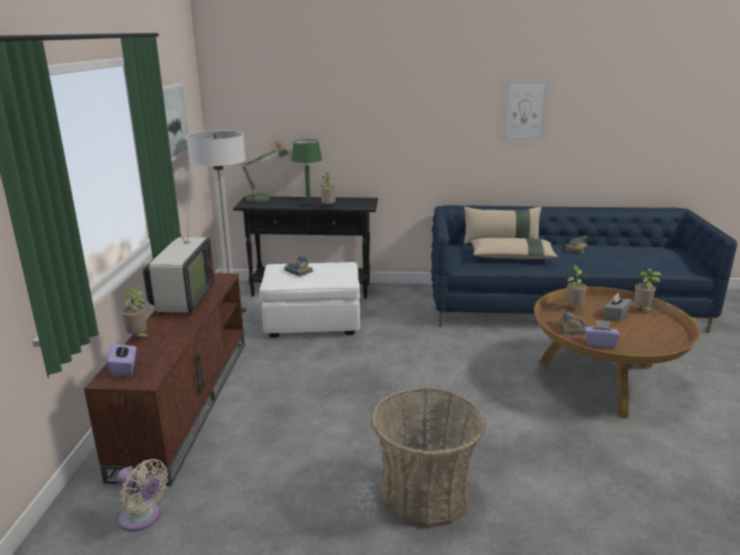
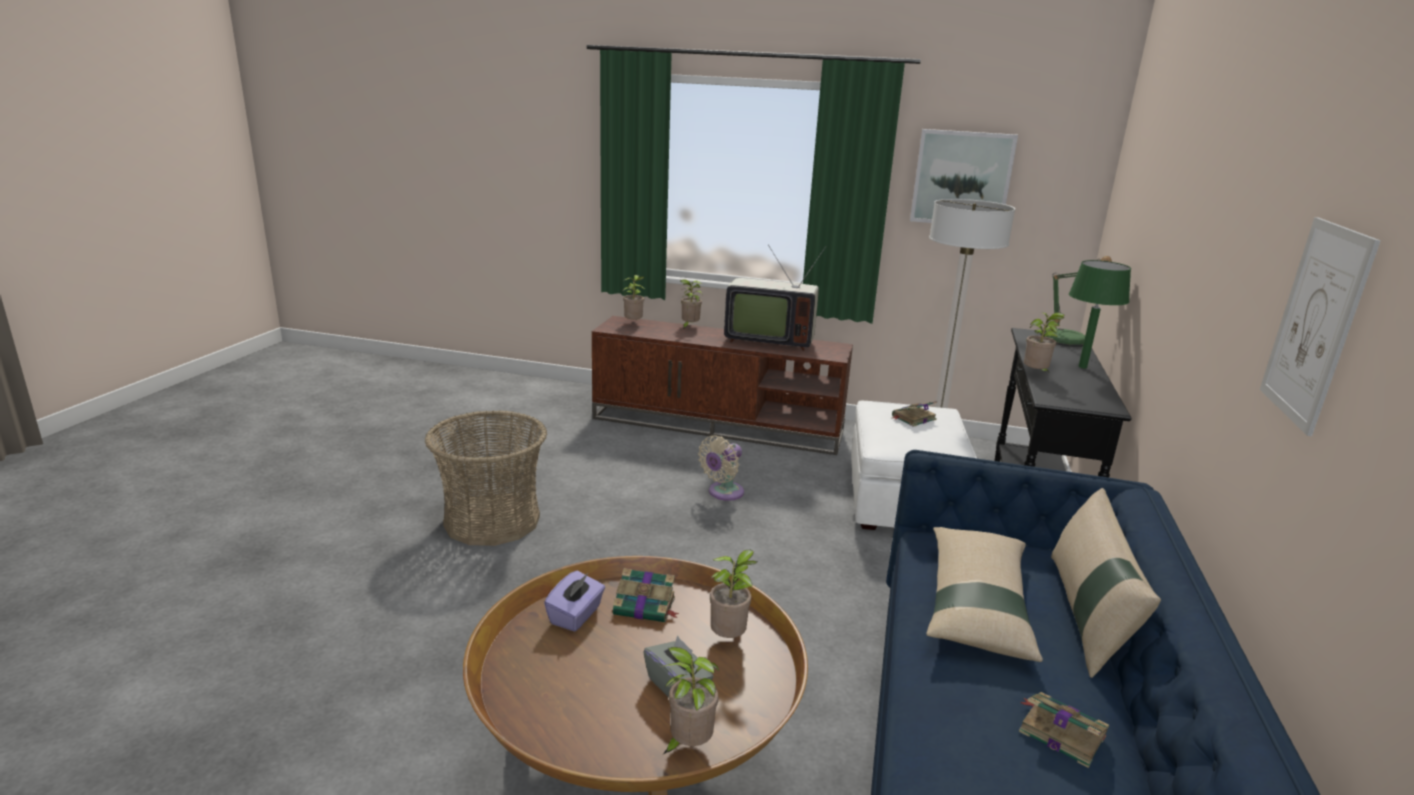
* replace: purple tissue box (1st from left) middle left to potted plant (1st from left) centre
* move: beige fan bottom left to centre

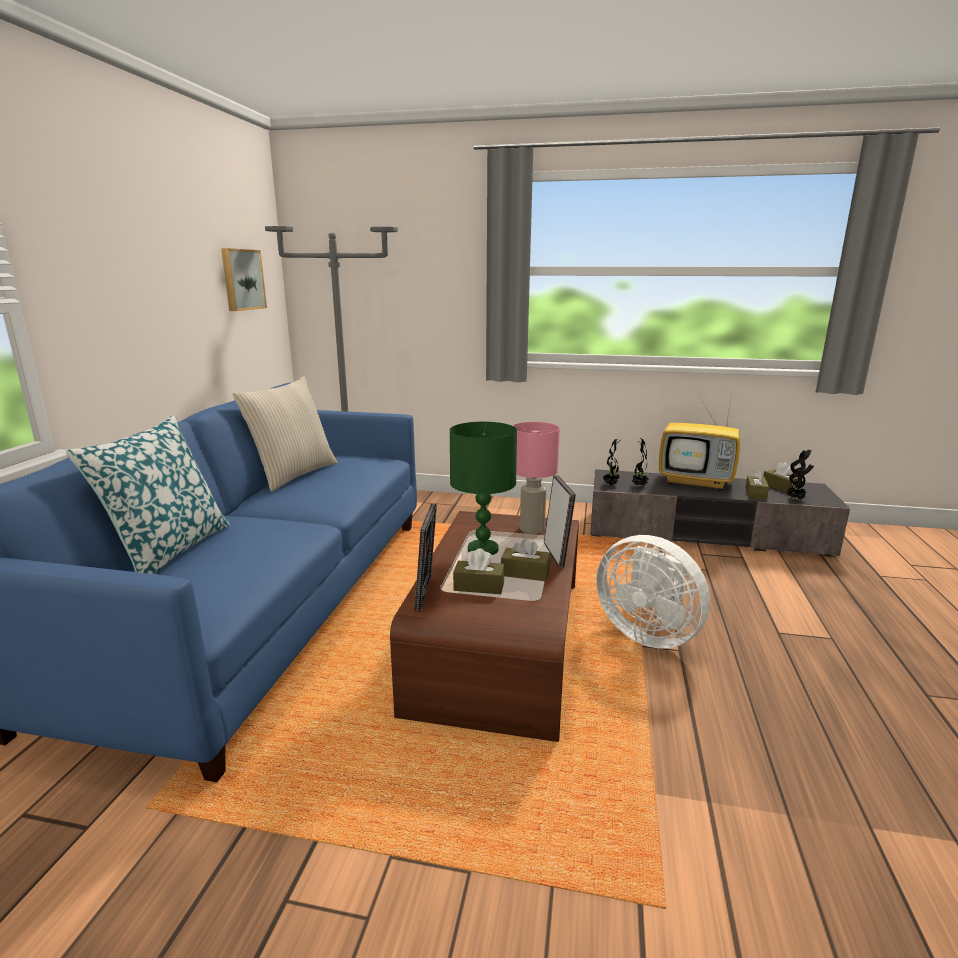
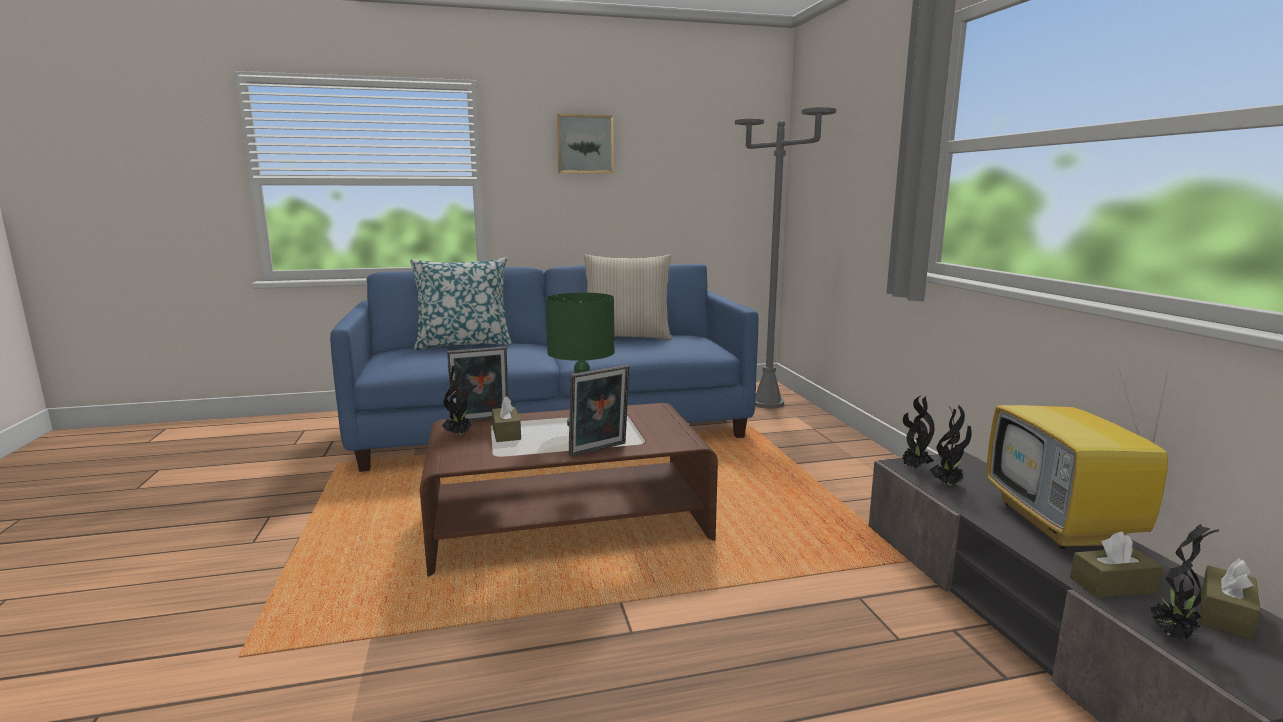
* move: picture top left to top centre
* delete: brown tissue box (2nd from left) centre
* delete: pink table lamp centre
* delete: white fan middle right
* insert: potted plant (1st from left) centre

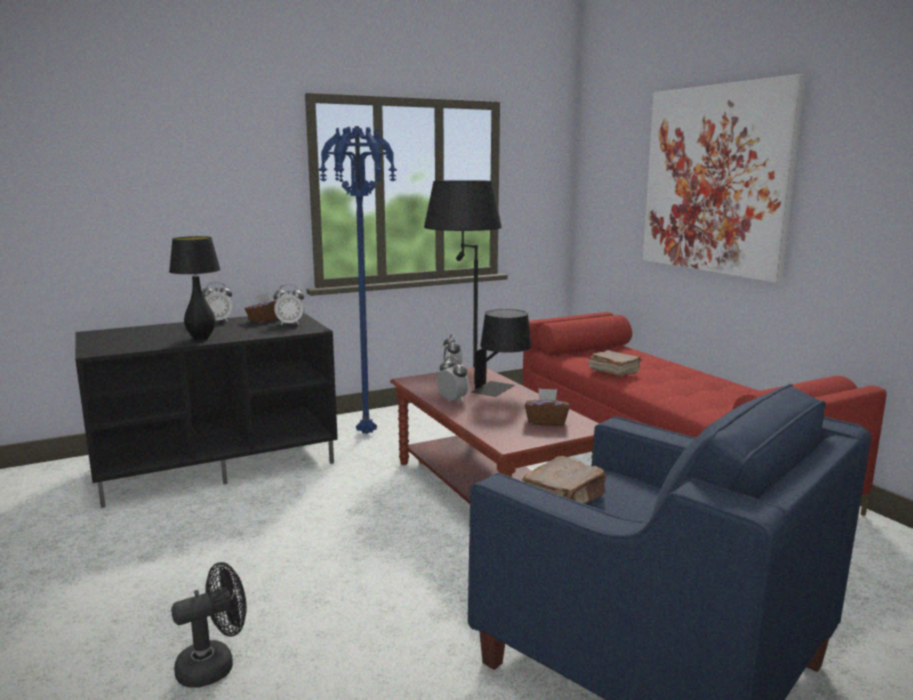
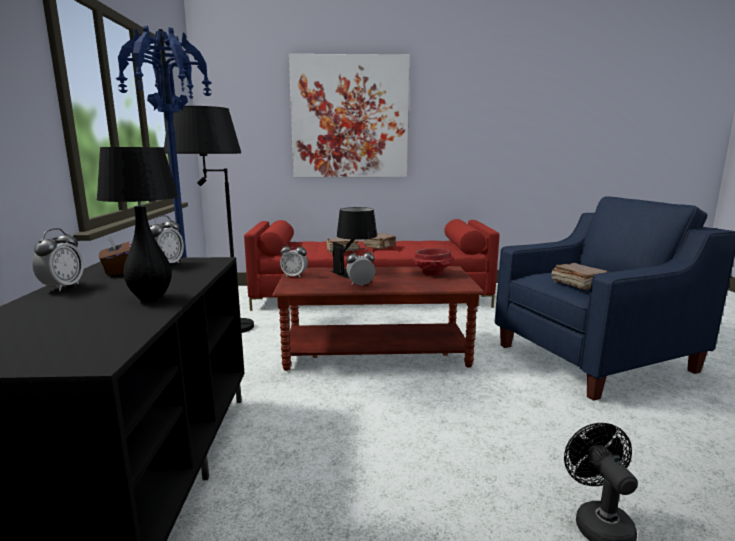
* replace: brown tissue box (2nd from left) centre to red bowl centre
* insert: brown book (2nd from left) centre

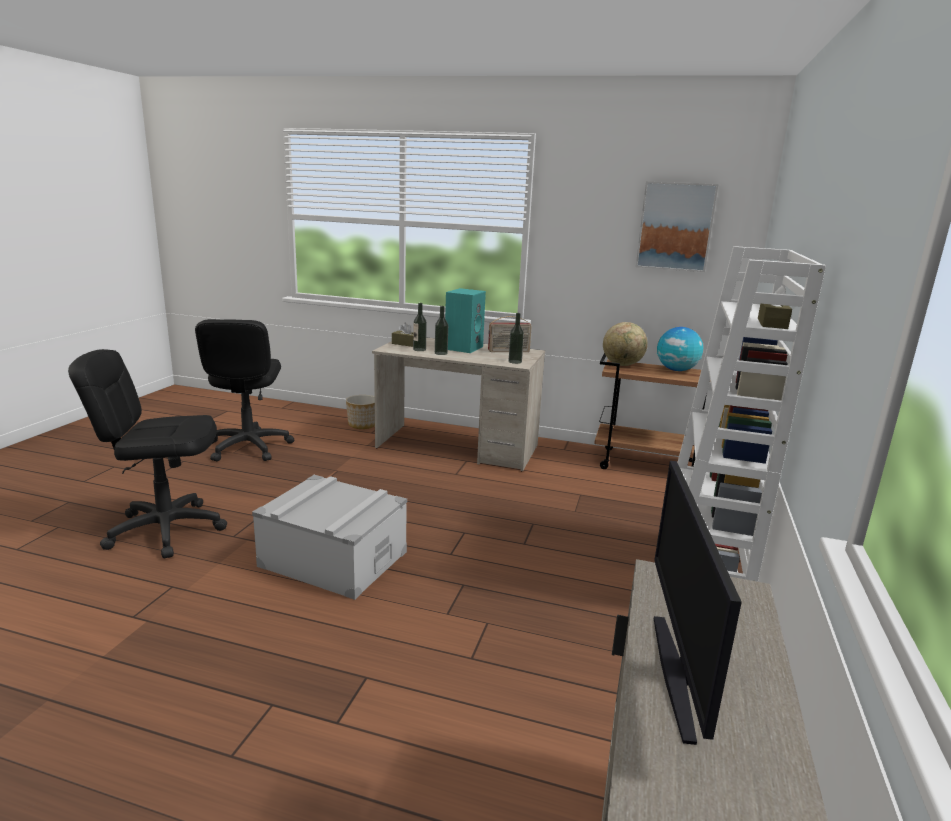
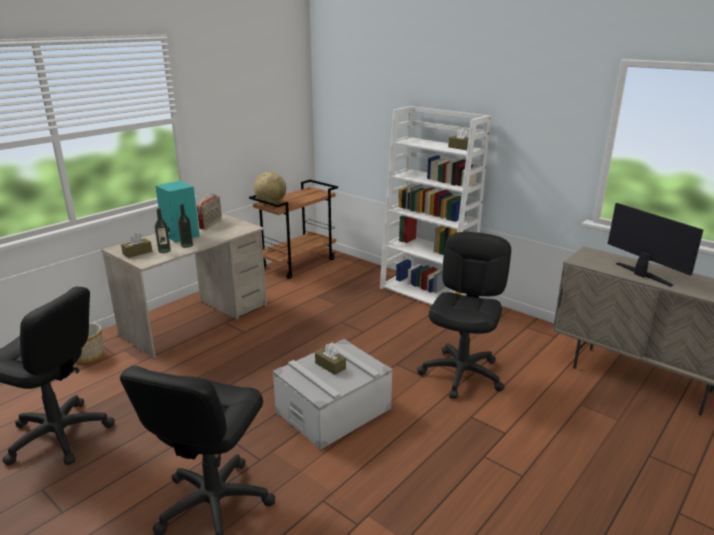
* delete: bottle (3rd from left) centre
* delete: picture top right
* rotate: monitor bottom right = middle right 150 degrees counterclockwise
* delete: globe (2nd from left) middle right
* insert: brown tissue box (2nd from left) bottom centre
* insert: black office chair (3rd from left) centre

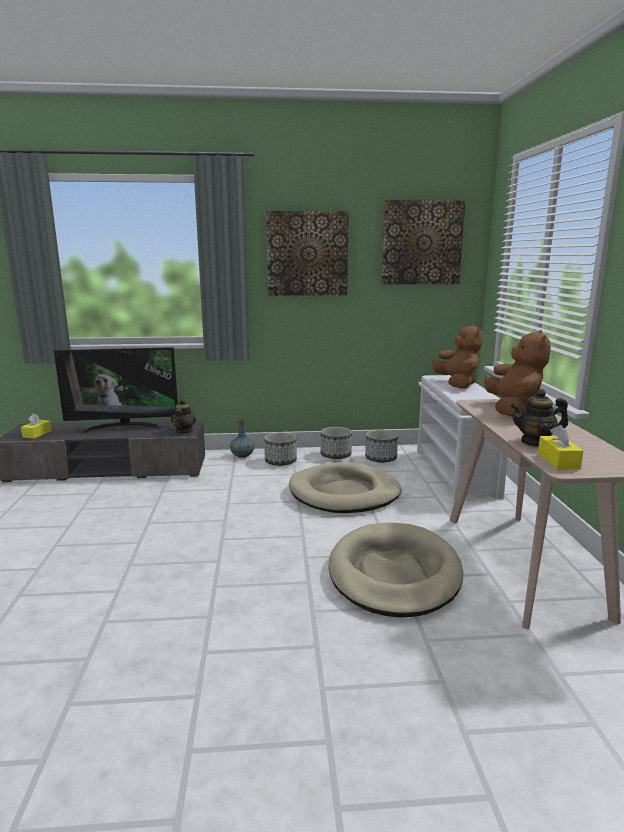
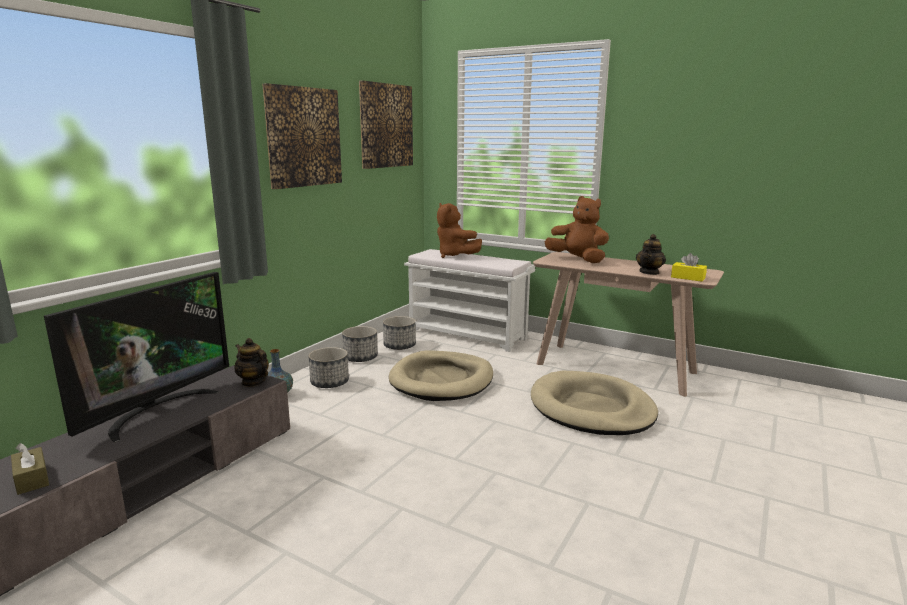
* recolor: yellow tissue box (1st from left) middle left to brown tissue box bottom left
* rotate: brown plush toy (1st from left) middle right = centre 150 degrees counterclockwise

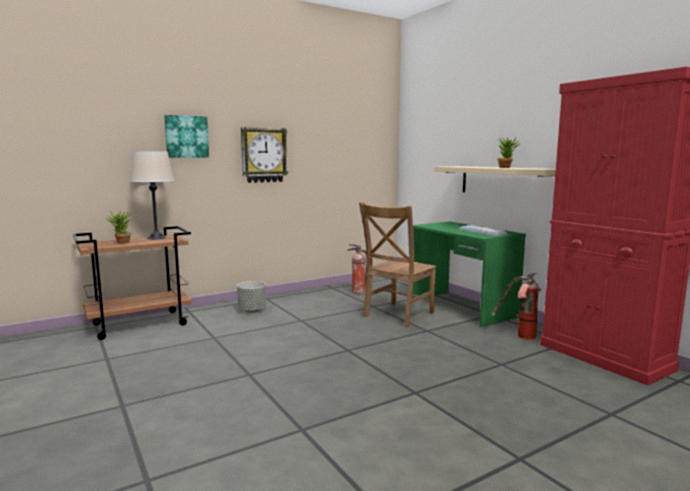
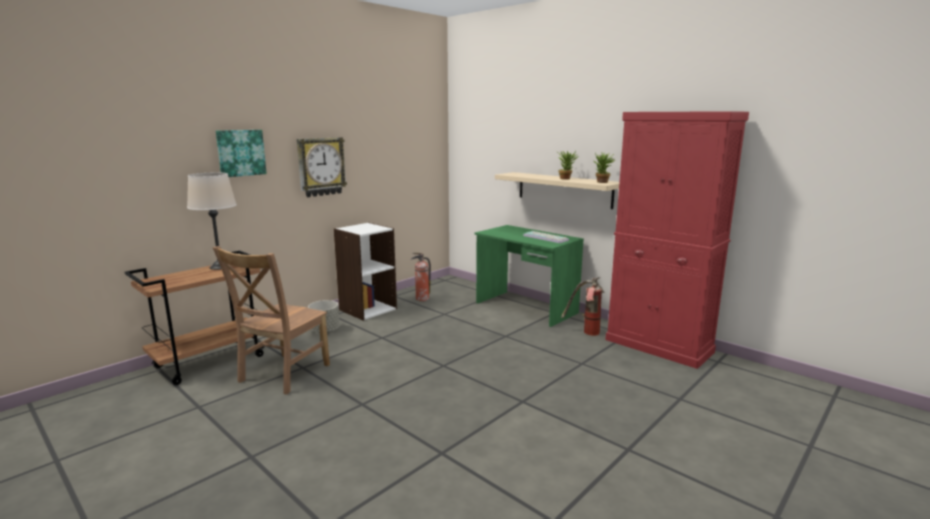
* move: potted plant (1st from left in the first image) middle left to potted plant (2nd from left) top centre
* move: brown chair centre to middle left
* insert: white bookcase centre

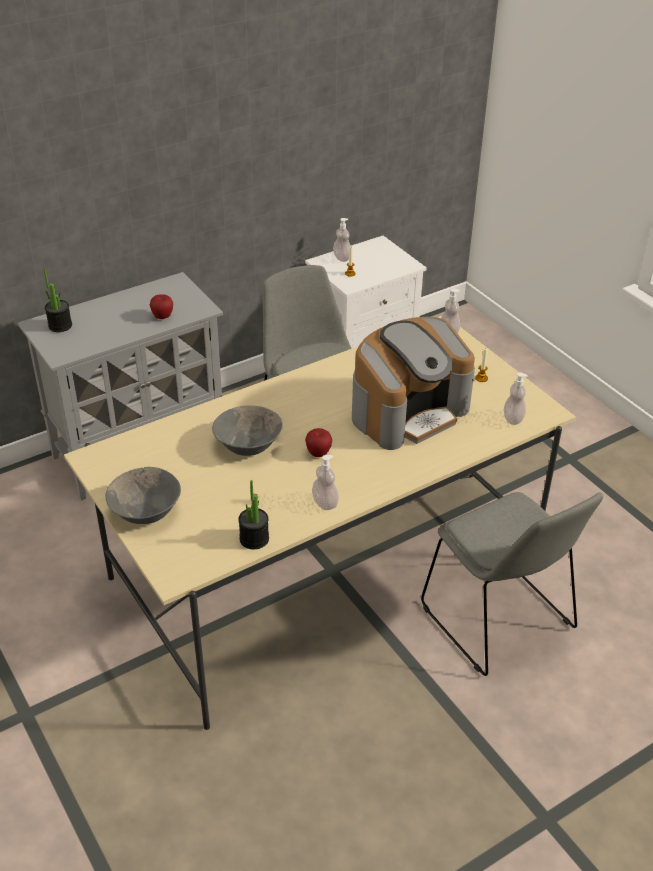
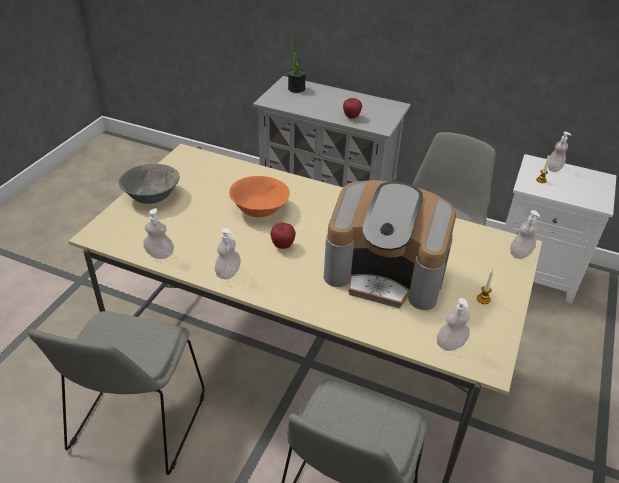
* recolor: grey bowl (2nd from left) centre to orange bowl centre
* replace: potted plant (2nd from left) centre to soap dispenser (1st from left) middle left
* insert: grey chair (1st from left) bottom left

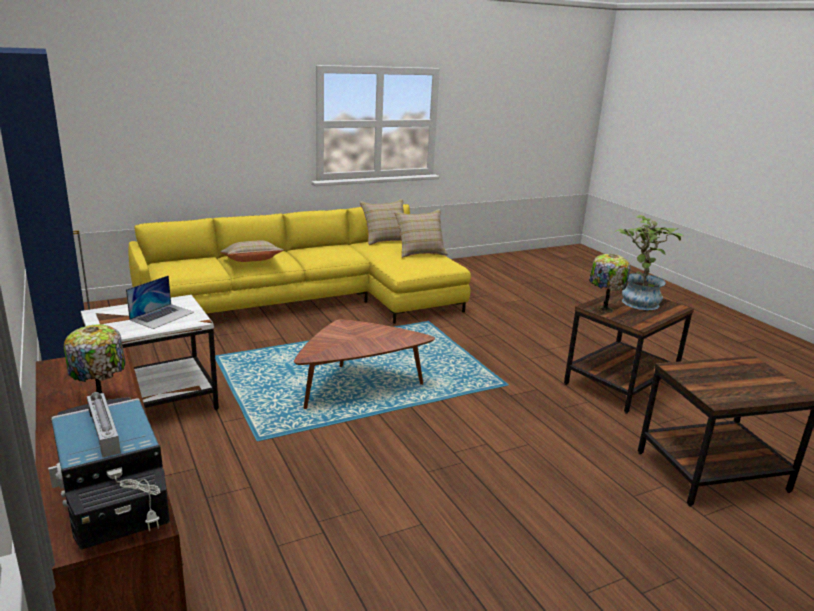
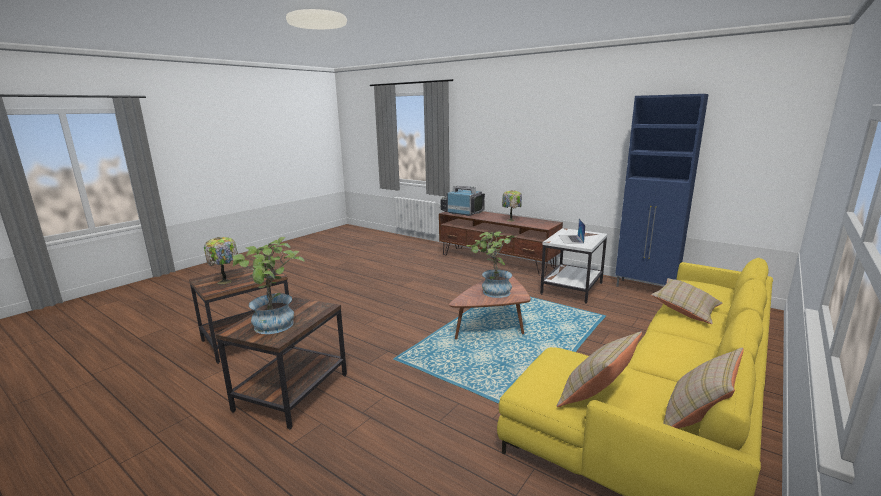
* move: table lamp (2nd from left in the first image) middle right to table lamp (1st from left) middle left
* insert: potted plant (2nd from left) centre

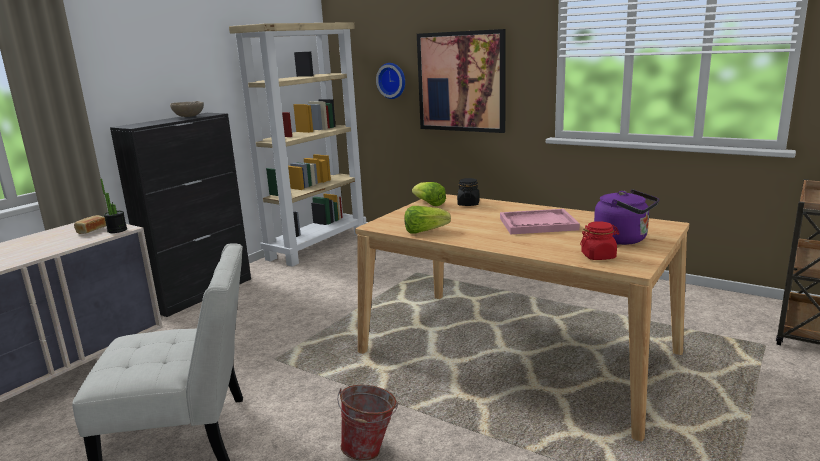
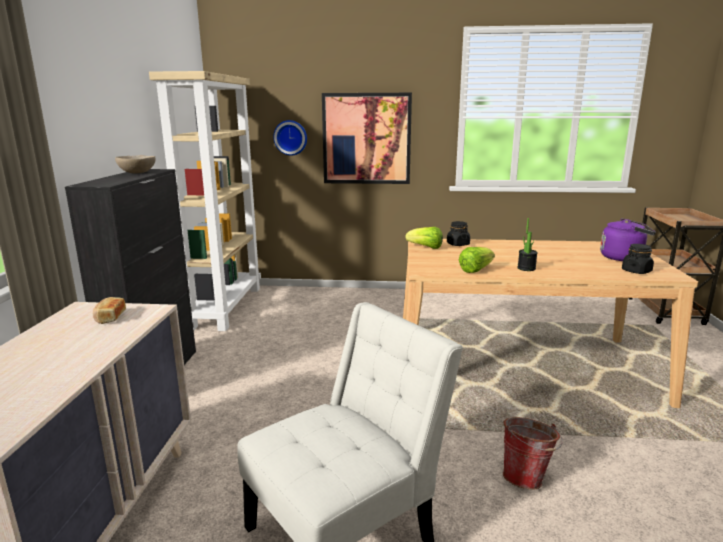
* move: potted plant middle left to middle right
* delete: pink tray centre
* recolor: red jar middle right to black jar (2nd from left) middle right

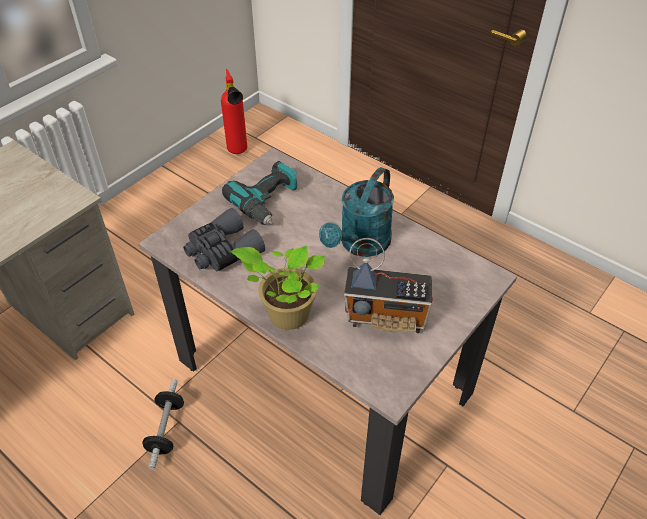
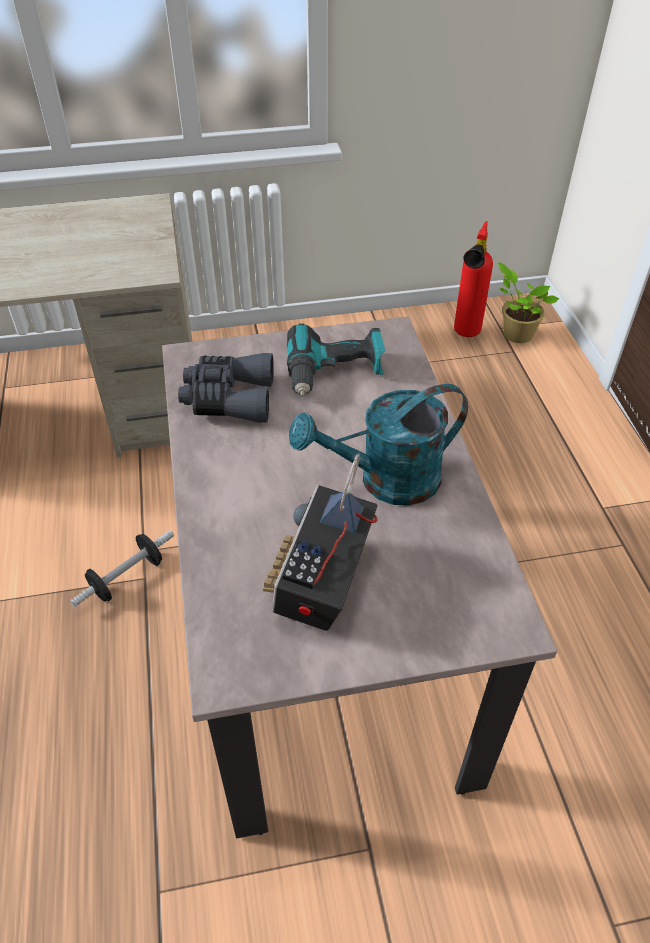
* move: potted plant centre to top right
* rotate: radio centre = centre 60 degrees clockwise

